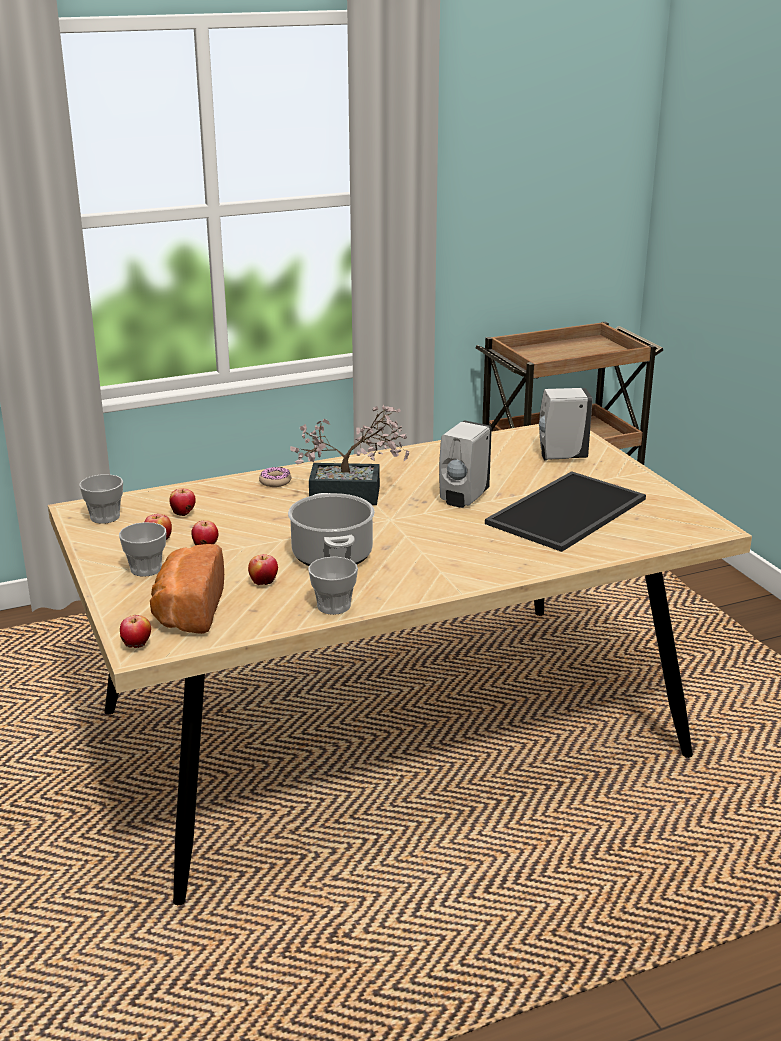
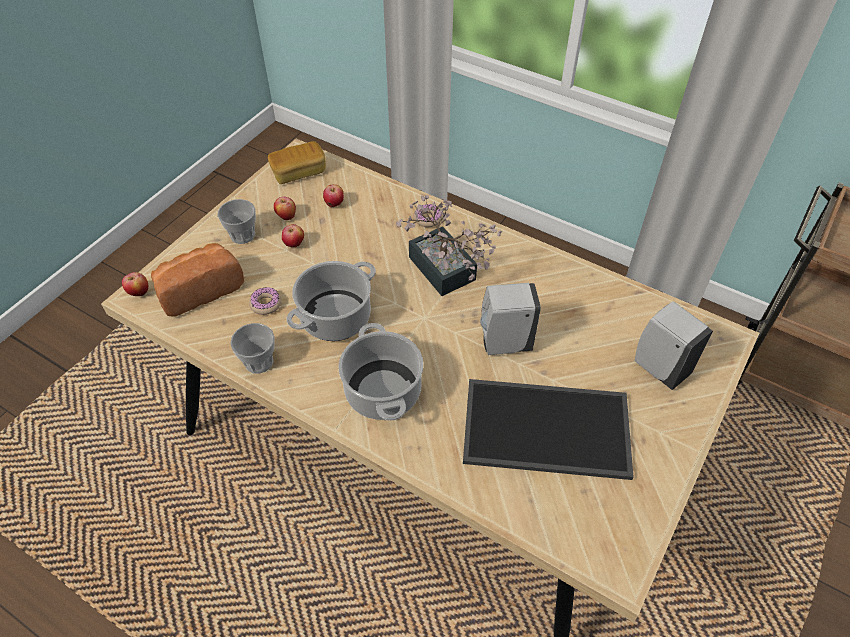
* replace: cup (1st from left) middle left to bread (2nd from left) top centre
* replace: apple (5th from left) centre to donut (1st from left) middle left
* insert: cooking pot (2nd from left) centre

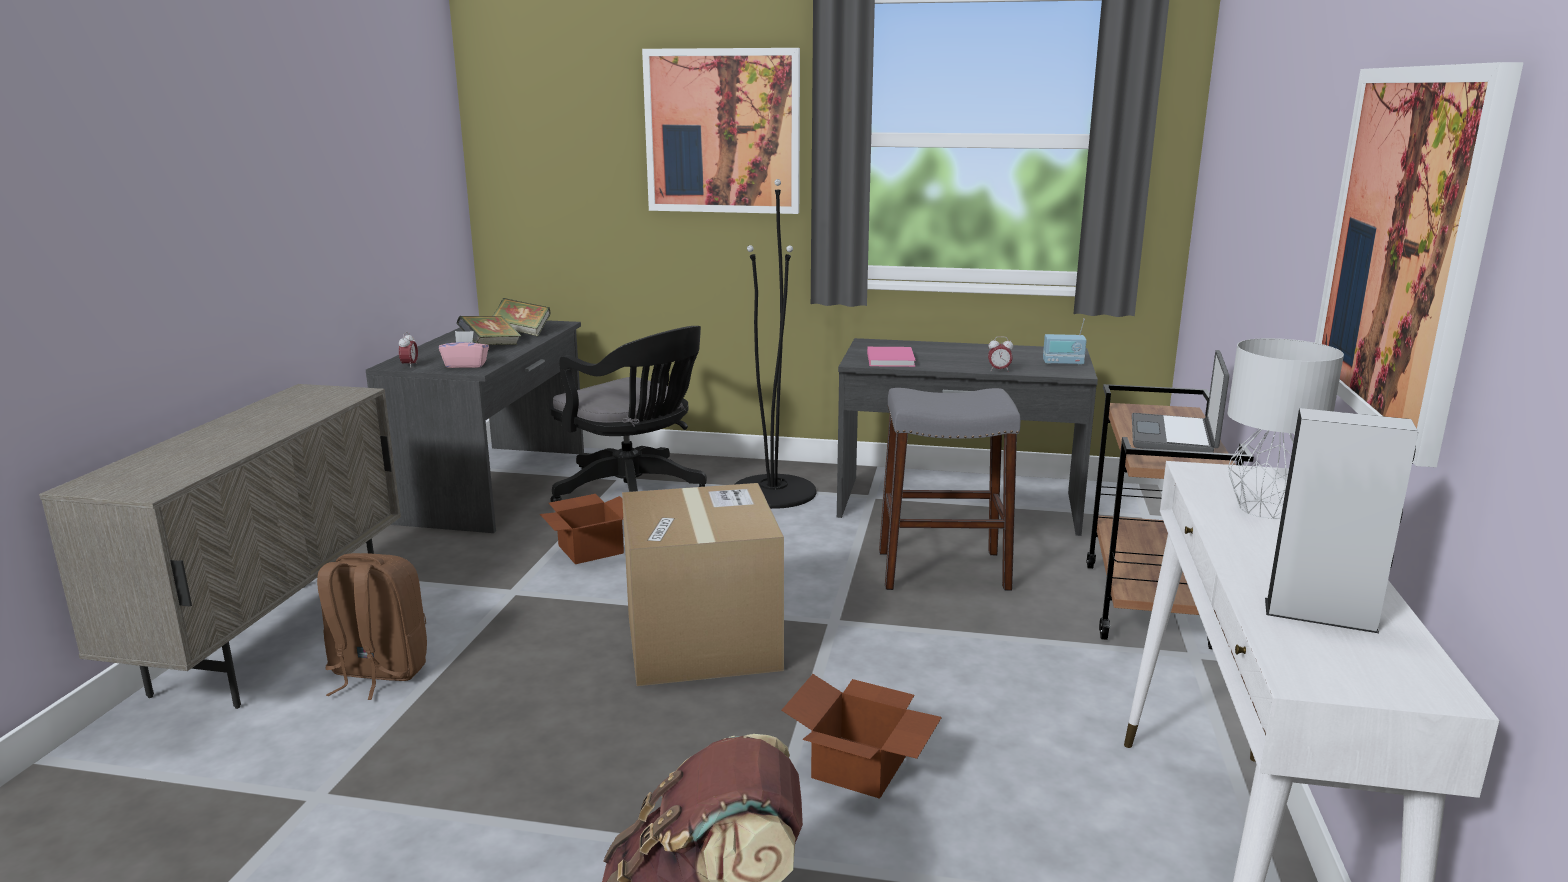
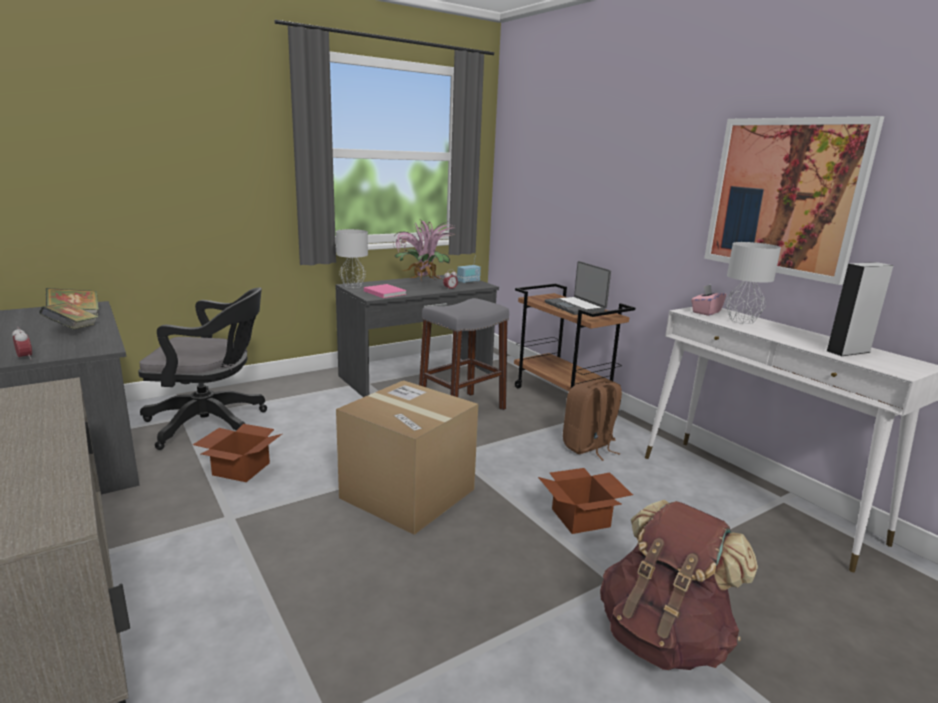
* move: brown backpack (1st from left) bottom left to centre
* move: pink tissue box middle left to middle right
* delete: picture (1st from left) top centre
* delete: black floor lamp centre
* insert: grey table lamp (1st from left) centre
* insert: potted plant centre

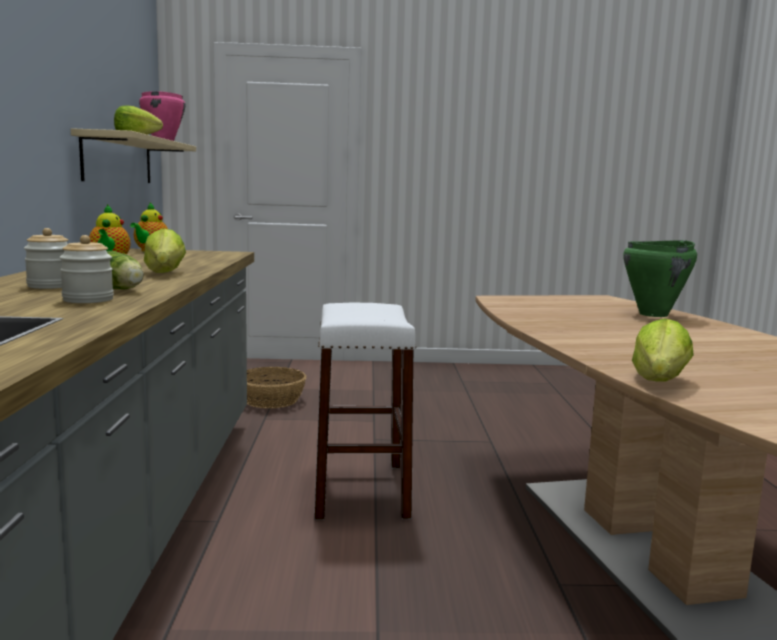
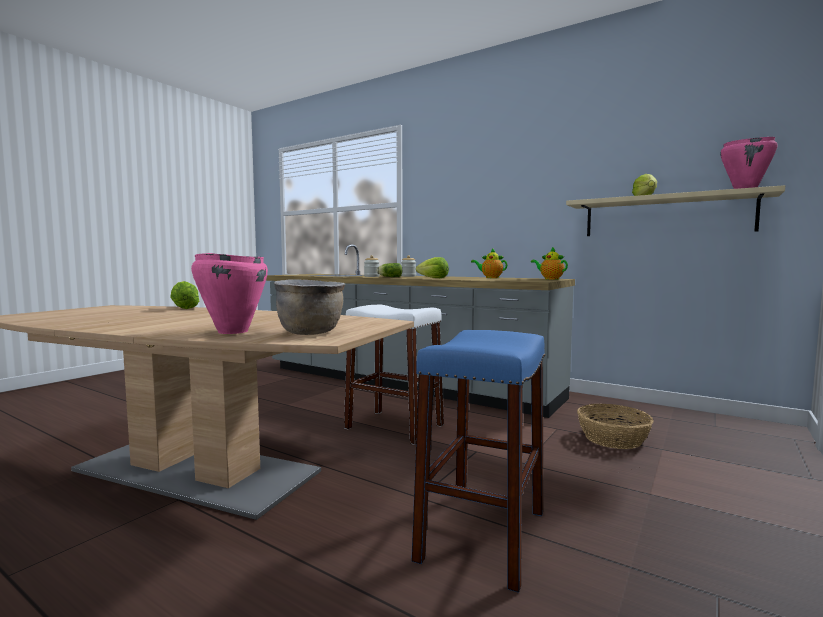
* recolor: green cooking pot middle right to pink cooking pot (1st from left) middle left
* insert: brown cooking pot centre
* insert: blue stool bottom centre

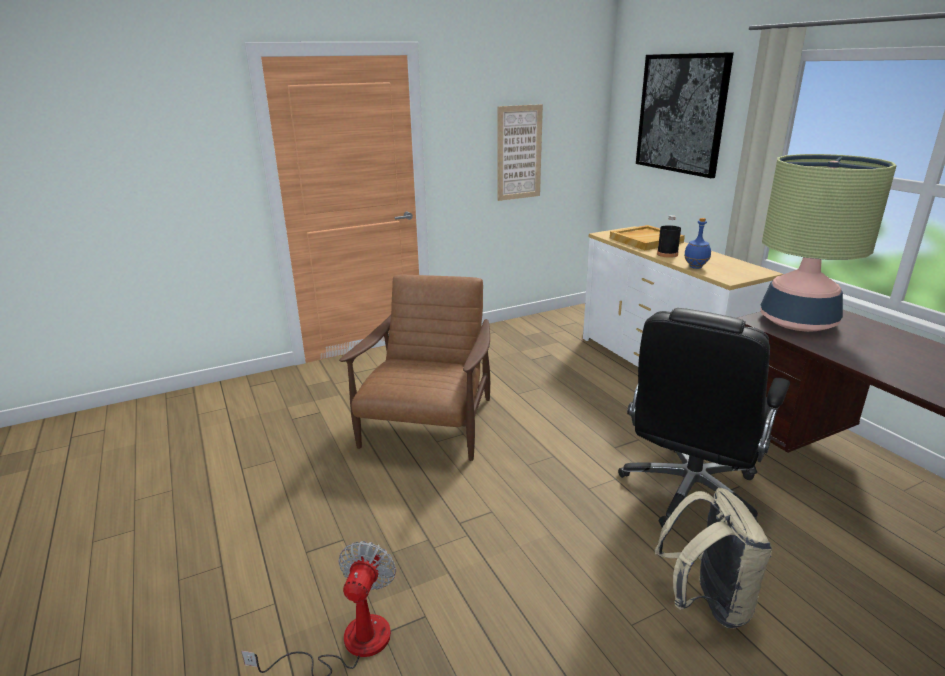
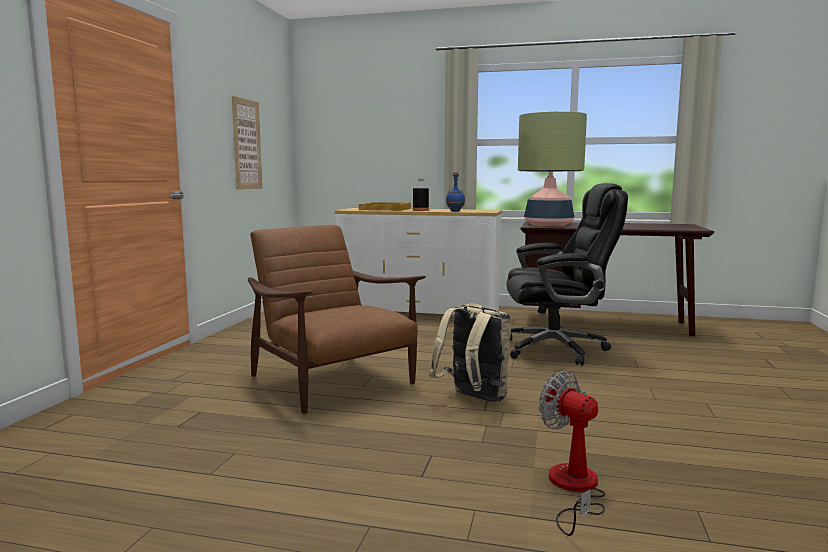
* rotate: black office chair middle right = middle right 75 degrees counterclockwise
* delete: picture (2nd from left) top right
* move: beige backpack bottom right to centre

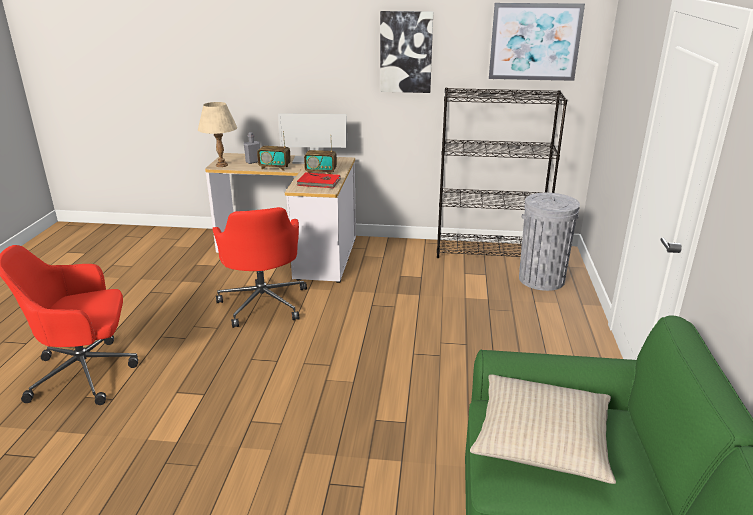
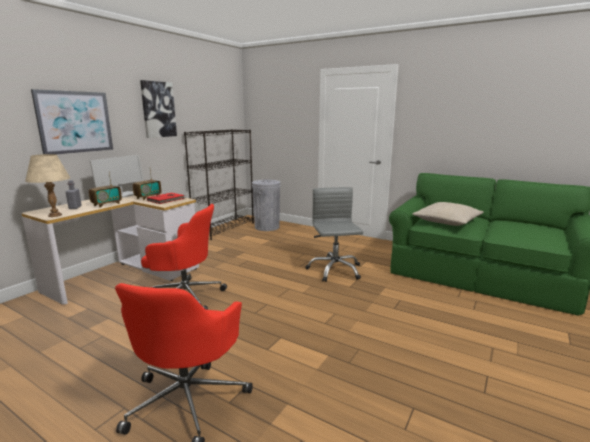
* move: picture (2nd from left in the first image) top right to picture (1st from left) top left
* insert: grey office chair centre

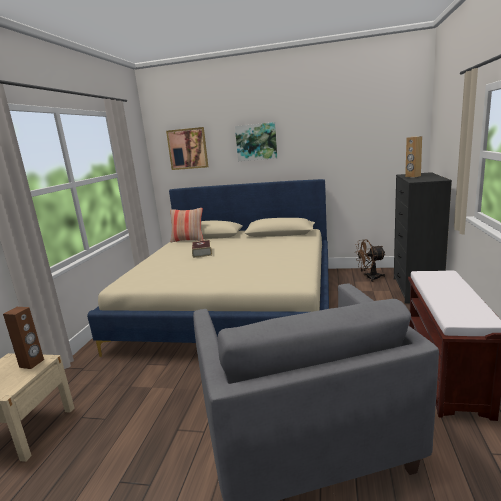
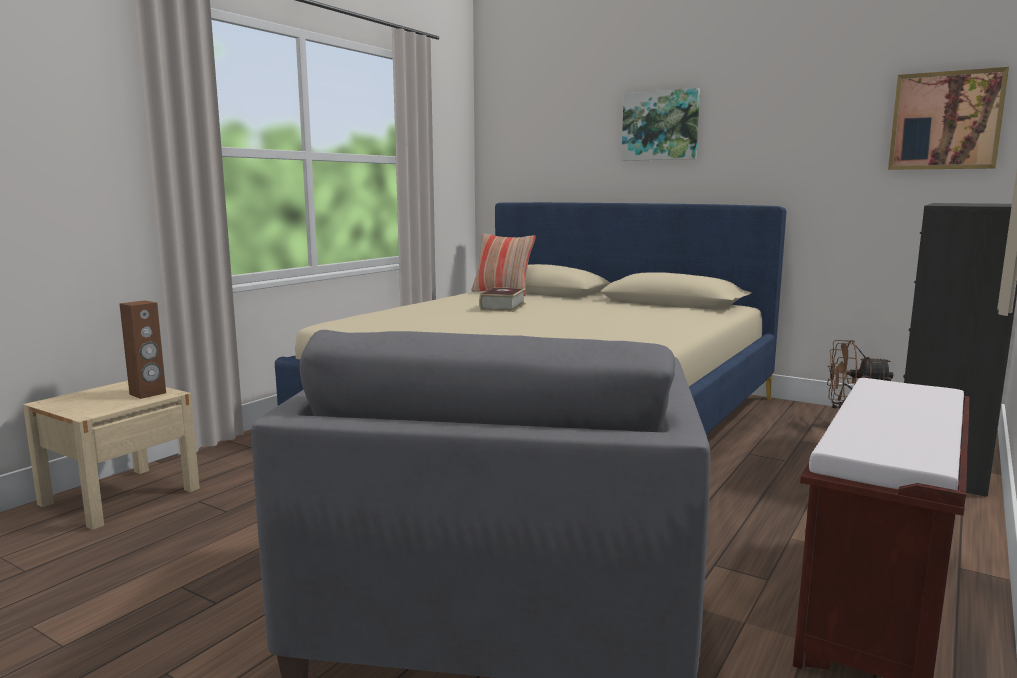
* move: picture (1st from left in the first image) top centre to picture (2nd from left) top right
* delete: brown speaker (2nd from left) top right

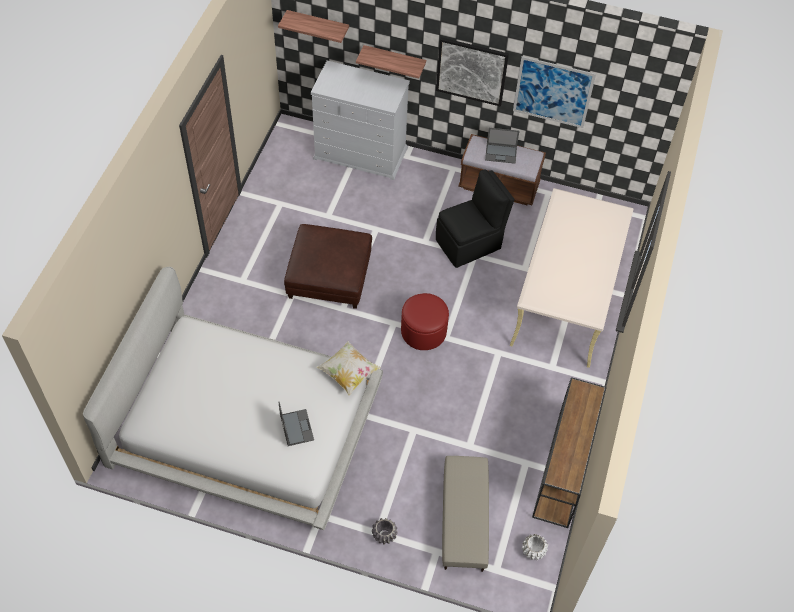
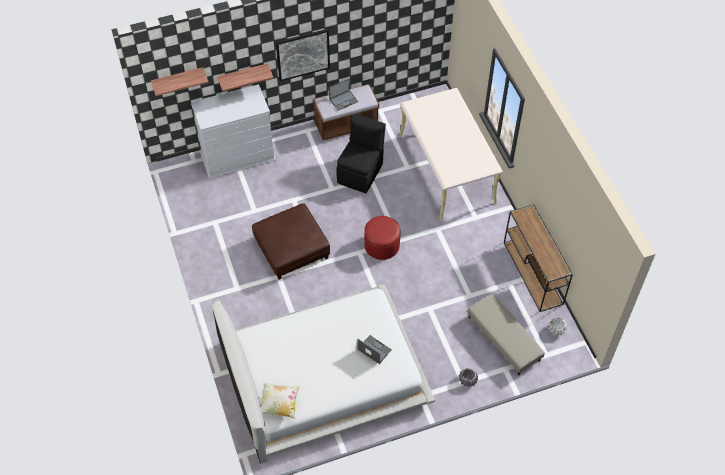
* move: pillow centre to bottom centre
* delete: picture (2nd from left) top right

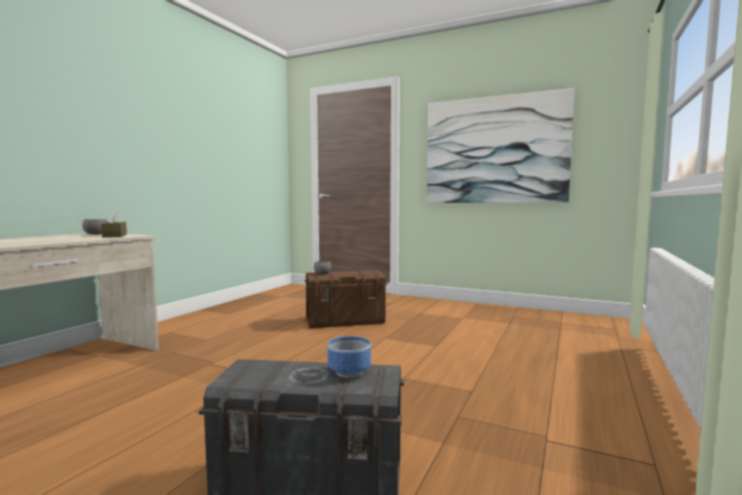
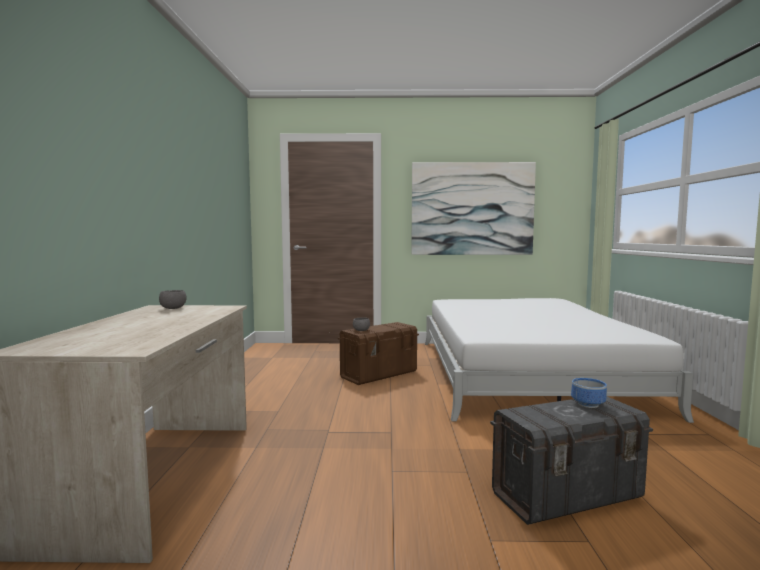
* delete: brown tissue box middle left
* insert: white bed middle right

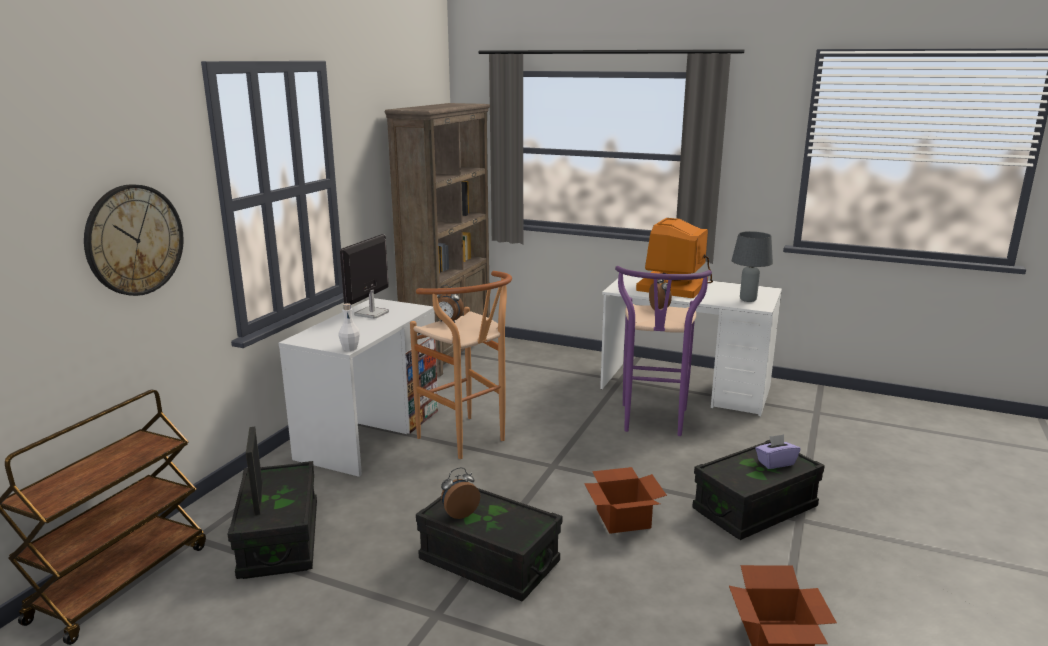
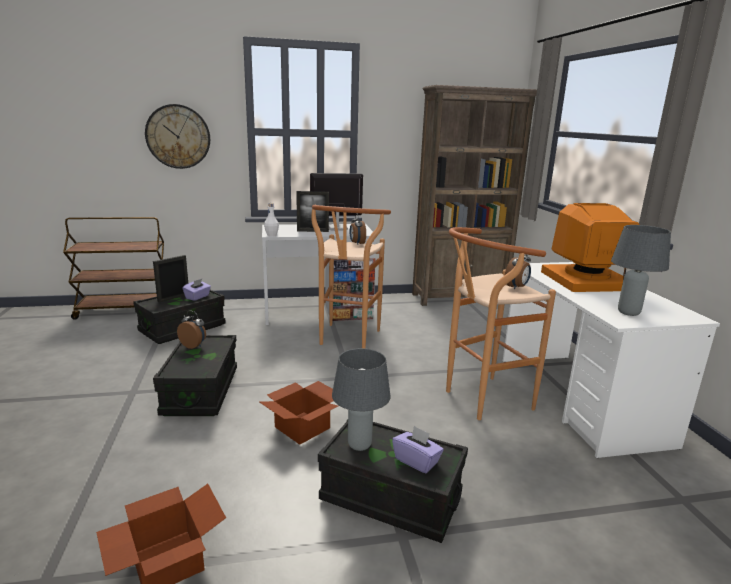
* recolor: purple stool centre to brown stool (2nd from left) middle right
* insert: purple tissue box (1st from left) middle left
* insert: picture frame (2nd from left) centre
* insert: grey table lamp (1st from left) bottom centre

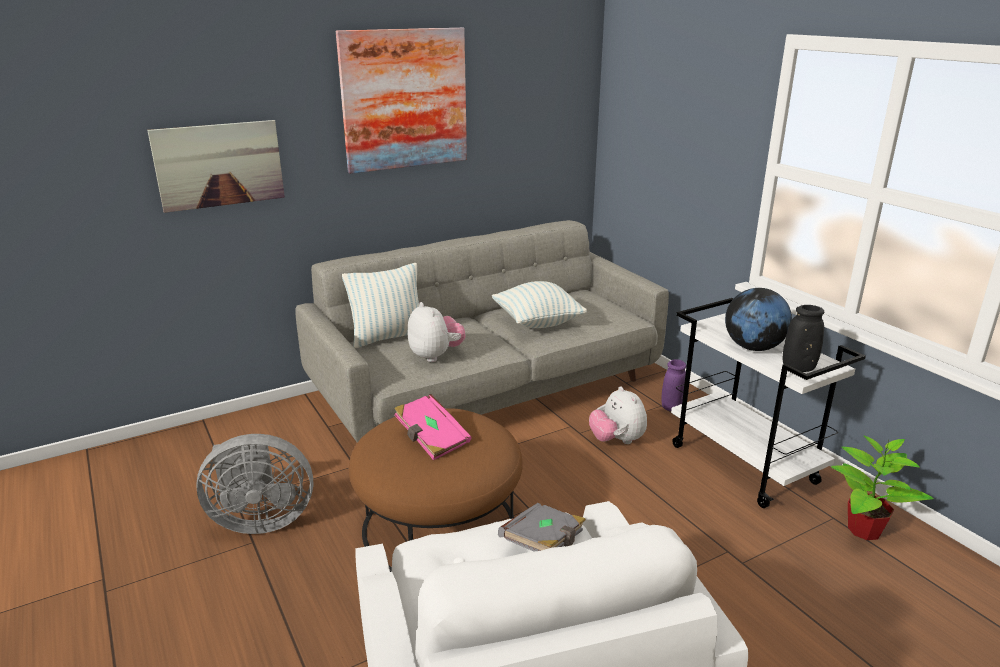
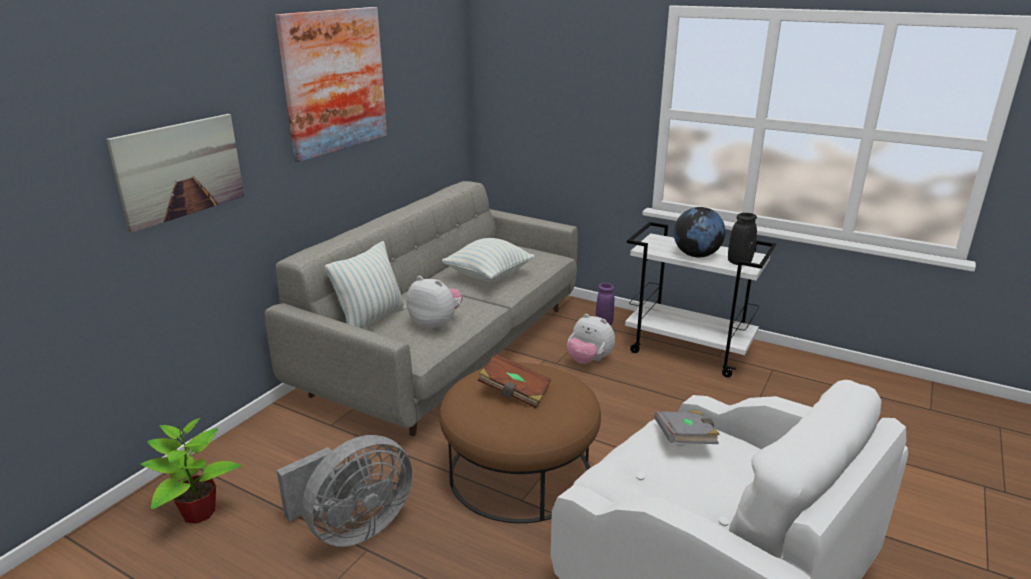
* recolor: pink book centre to brown book centre
* move: potted plant bottom right to bottom left

